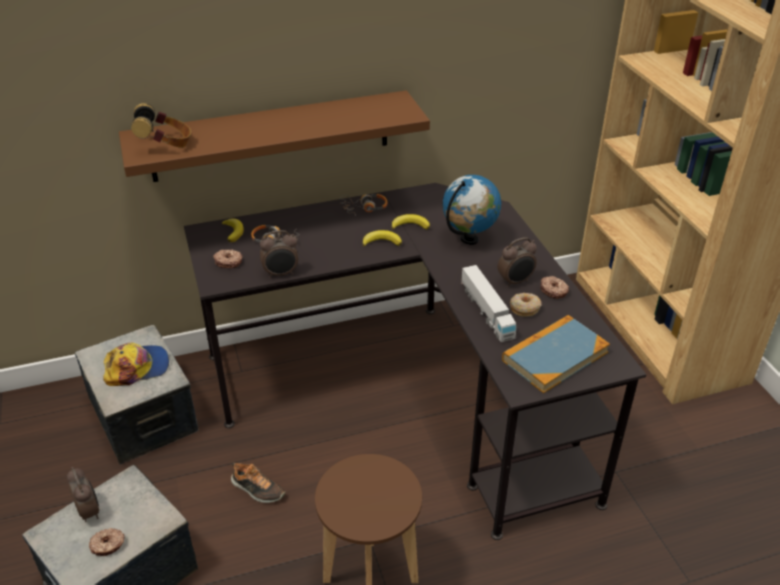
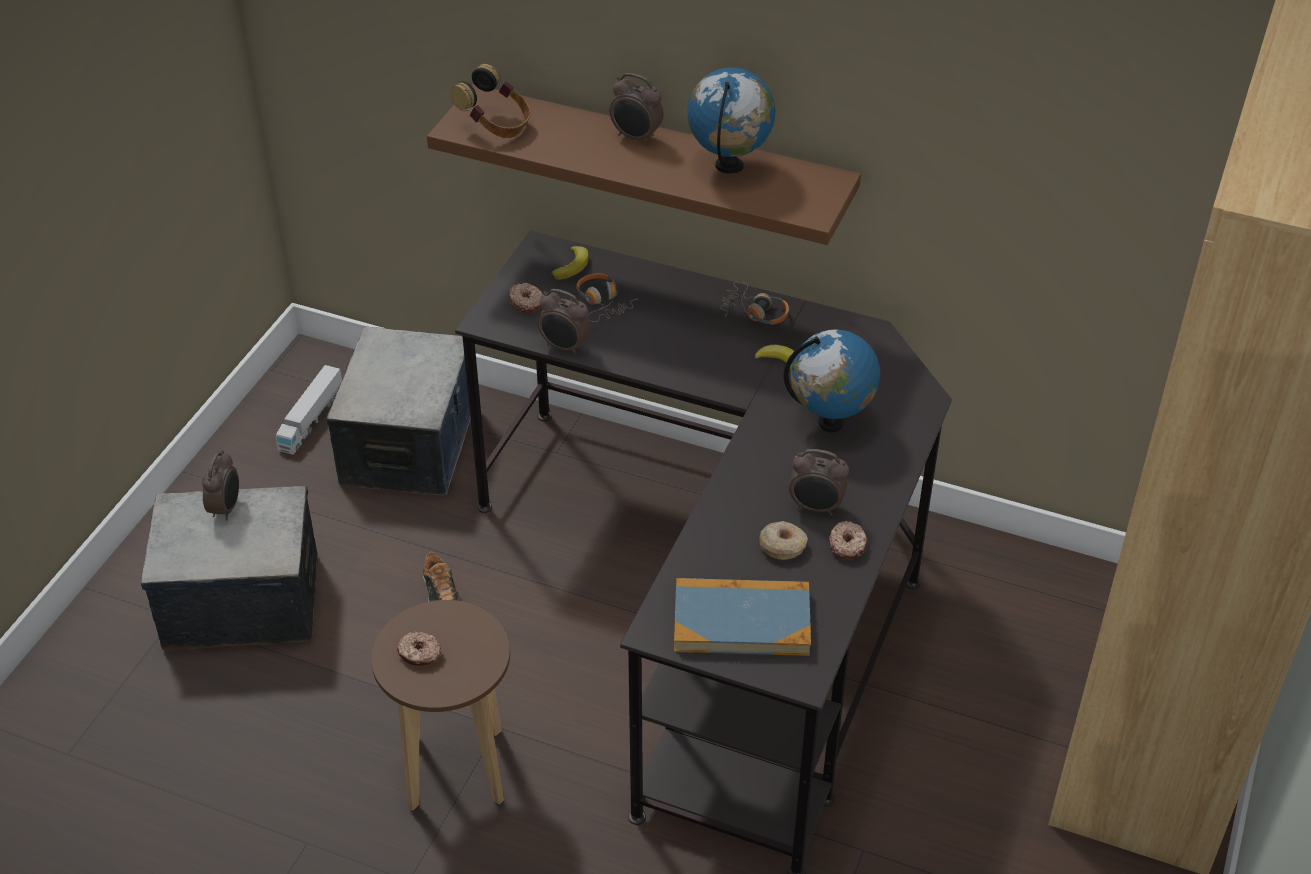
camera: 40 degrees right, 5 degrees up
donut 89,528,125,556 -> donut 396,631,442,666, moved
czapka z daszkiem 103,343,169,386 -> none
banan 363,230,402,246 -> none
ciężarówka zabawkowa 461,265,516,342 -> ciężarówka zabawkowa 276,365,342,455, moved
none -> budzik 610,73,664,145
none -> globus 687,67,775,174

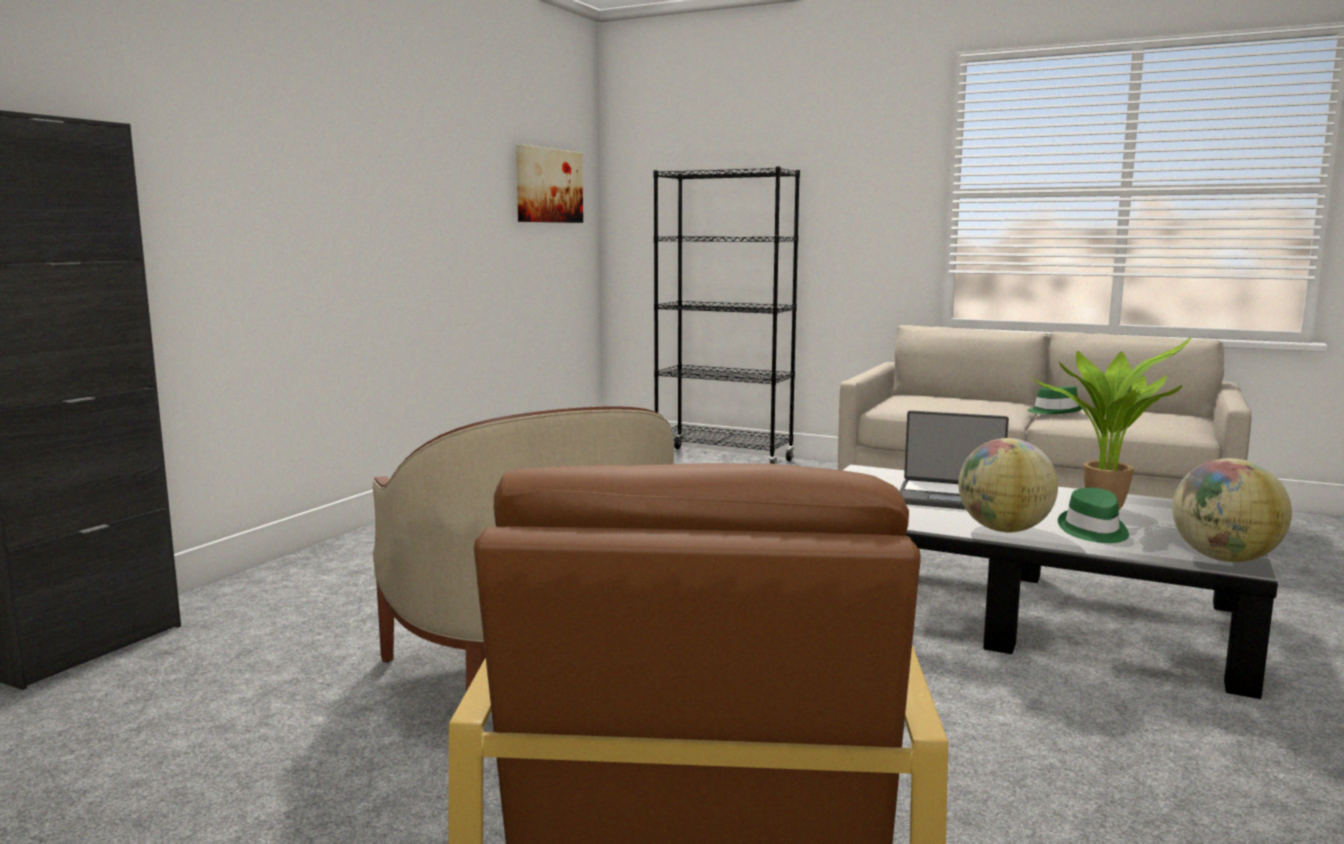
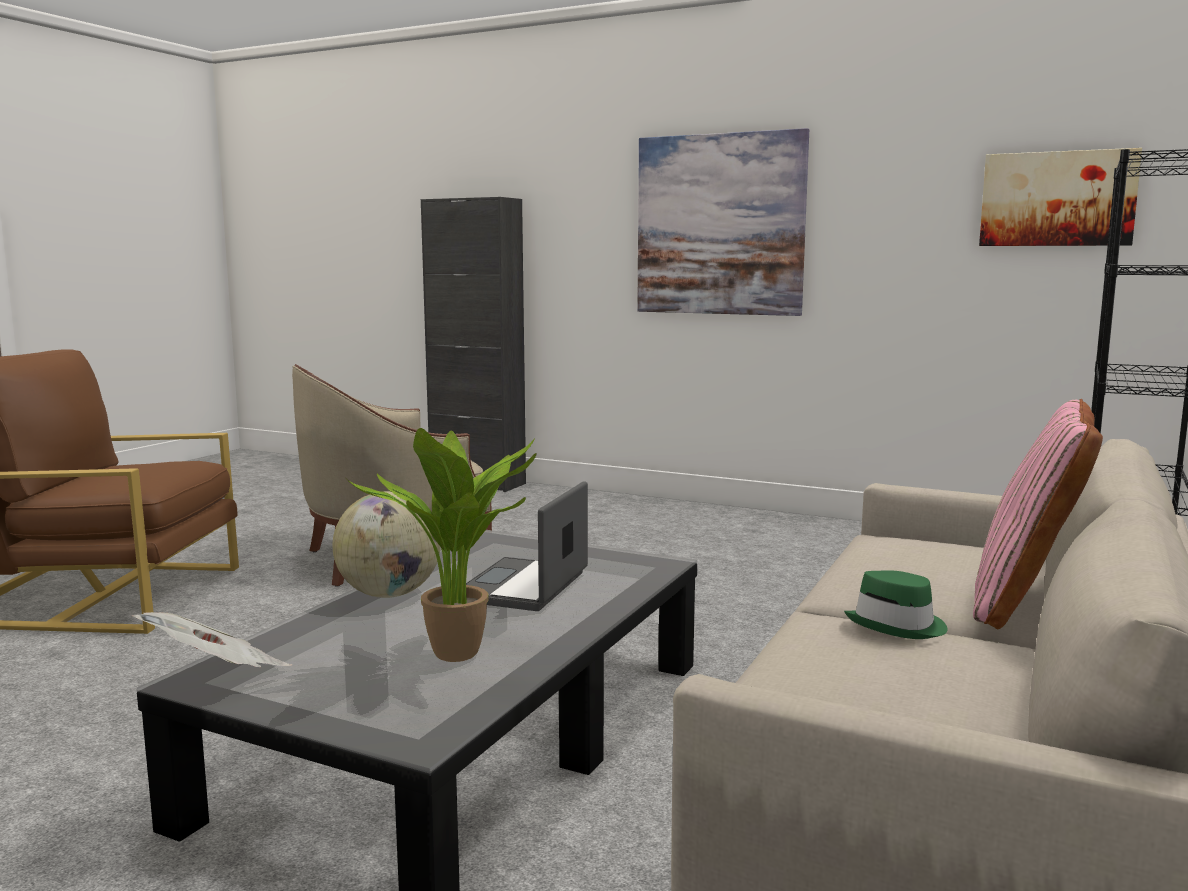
camera: 90 degrees right, 0 degrees up
kapelusz/zielony 1058,488,1129,543 -> none
globus 1172,458,1292,562 -> gazeta 131,612,292,667
none -> obraz 637,128,809,316
none -> poduszka/różowy 973,399,1103,629

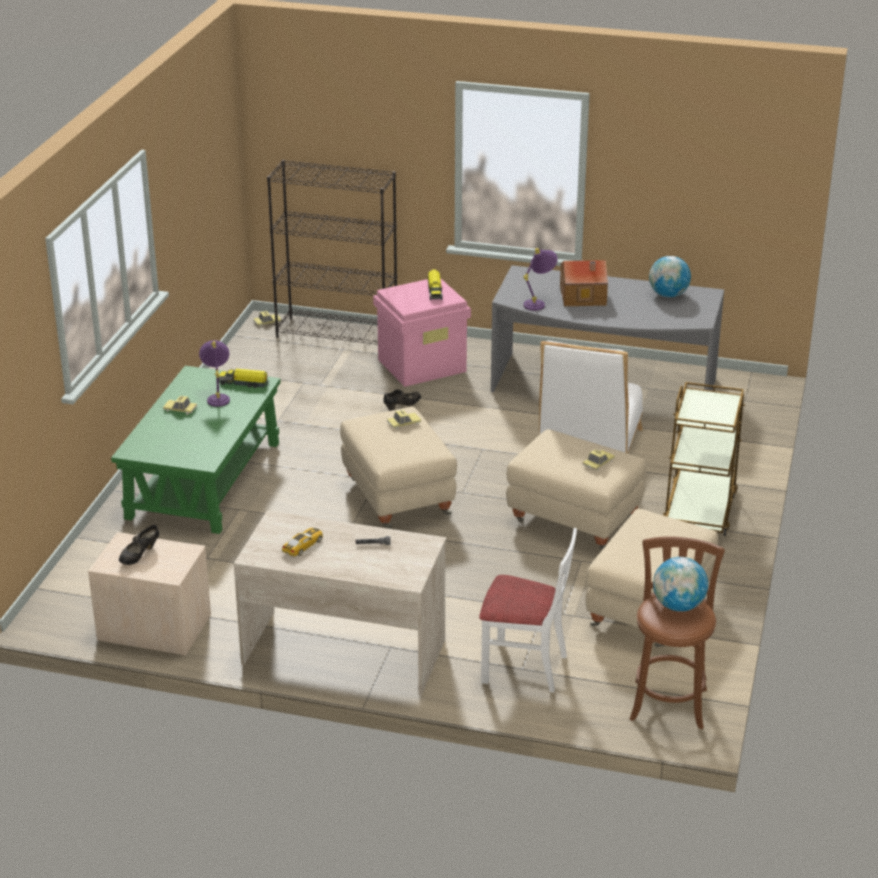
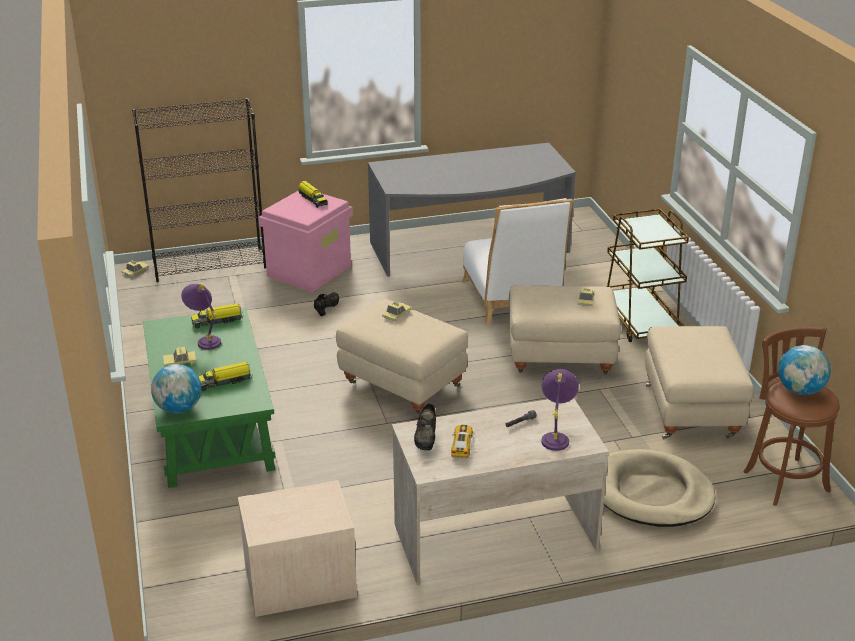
camera: 30 degrees left, 0 degrees up
but/czarny 119,525,159,565 -> but/czarny 414,403,436,451, moved
krzesło/biały 479,528,577,693 -> legowisko/beżowy 604,449,715,527
lampa stołowa/fioletowy 523,248,558,311 -> lampa stołowa/fioletowy 541,369,579,451, moved
domek 560,260,608,306 -> none
globus 649,256,691,297 -> globus 151,364,202,413, moved
none -> ciężarówka zabawkowa 198,362,252,391

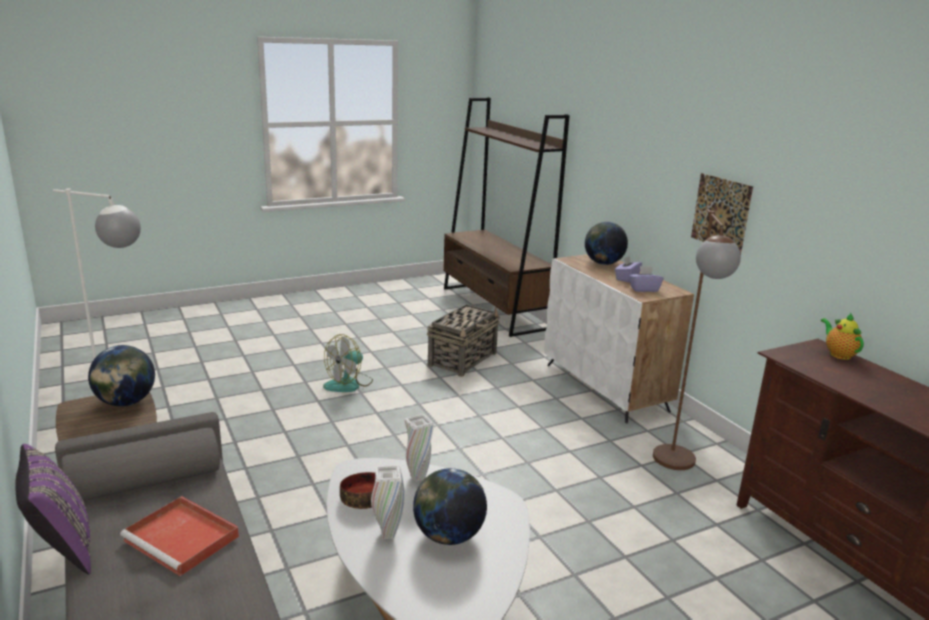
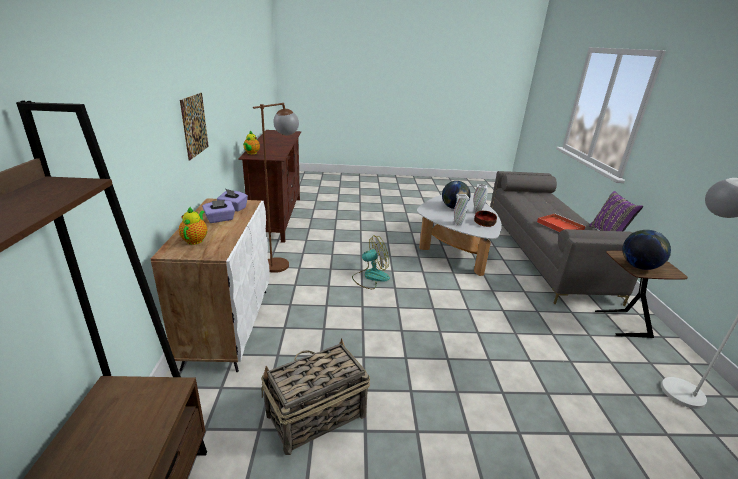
camera: 155 degrees left, 5 degrees up
wentylator 323,334,373,392 -> wentylator 352,235,390,289, moved
globus 585,222,628,265 -> imbryk 179,207,207,245

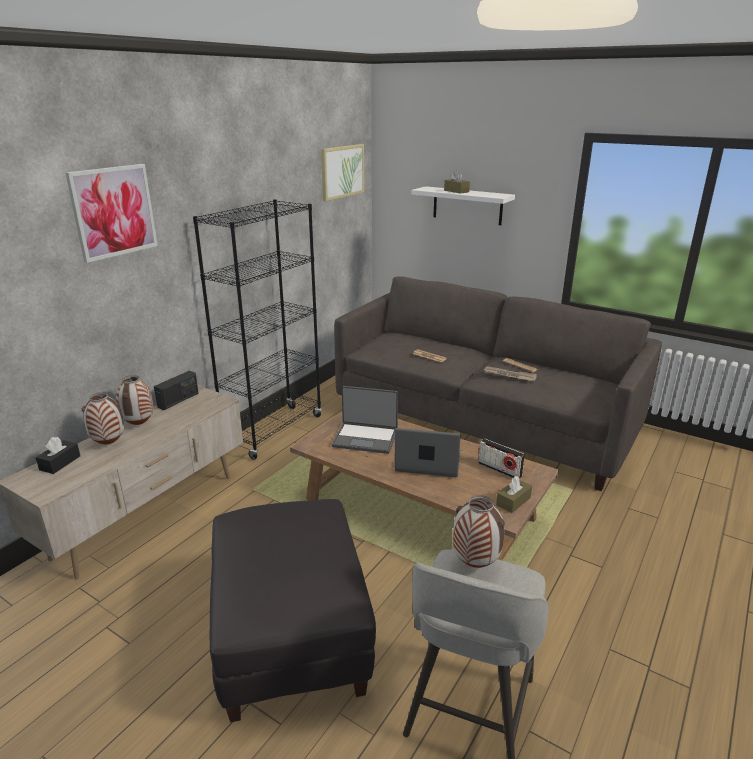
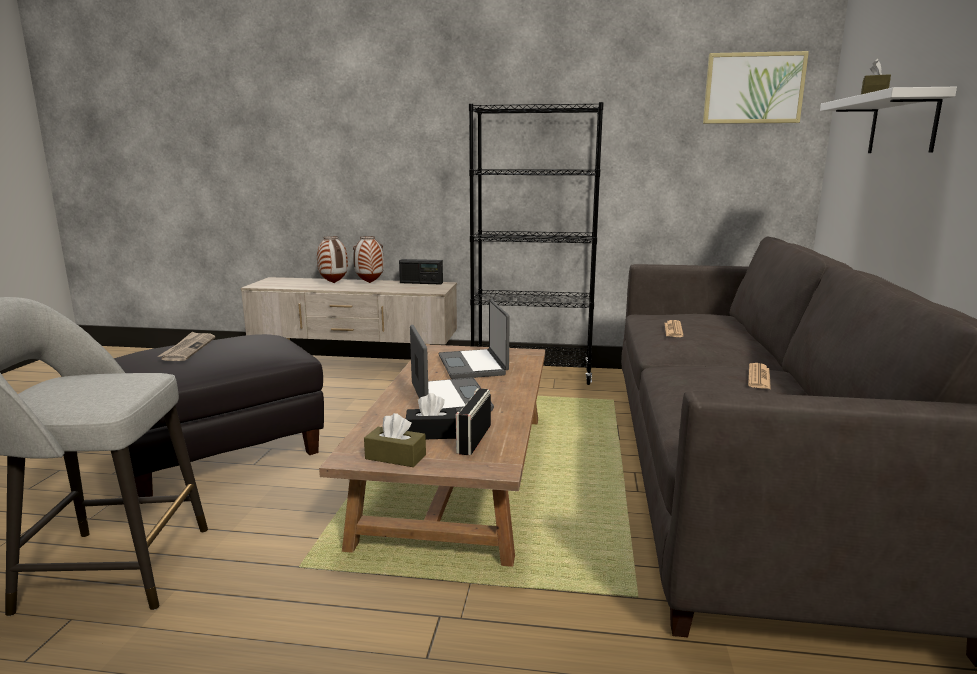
camera: 65 degrees right, 10 degrees down
pudełko chusteczek/czarny 36,437,80,474 -> pudełko chusteczek/czarny 406,393,457,439, moved
obraz 66,164,158,263 -> none
wazon 453,495,505,568 -> none
gazeta 484,366,537,381 -> gazeta 158,331,215,361, moved

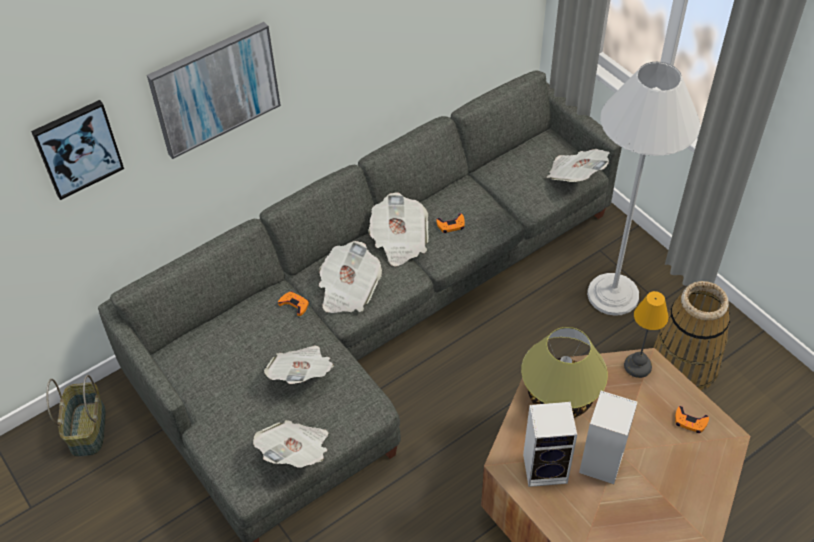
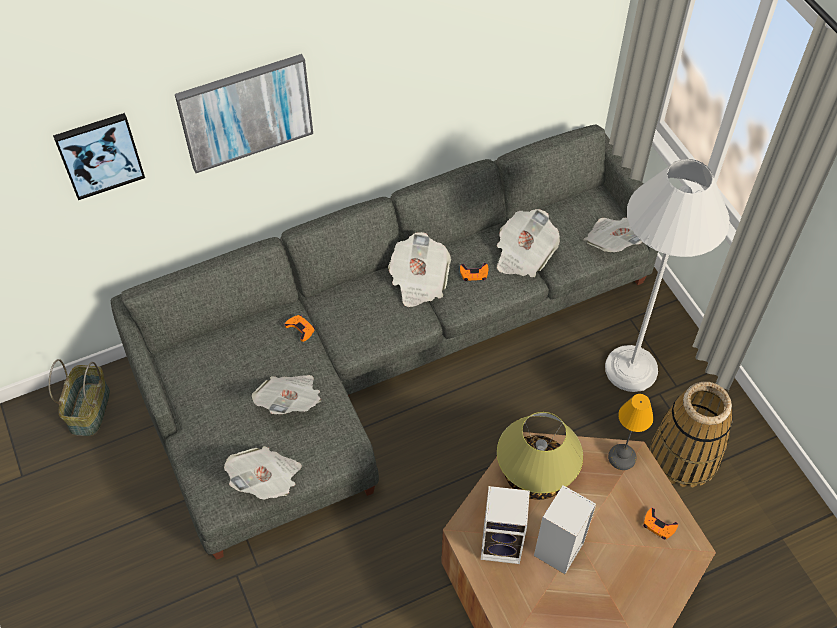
camera: 10 degrees right, 5 degrees up
gazeta 319,241,382,313 -> gazeta 497,209,560,277, moved

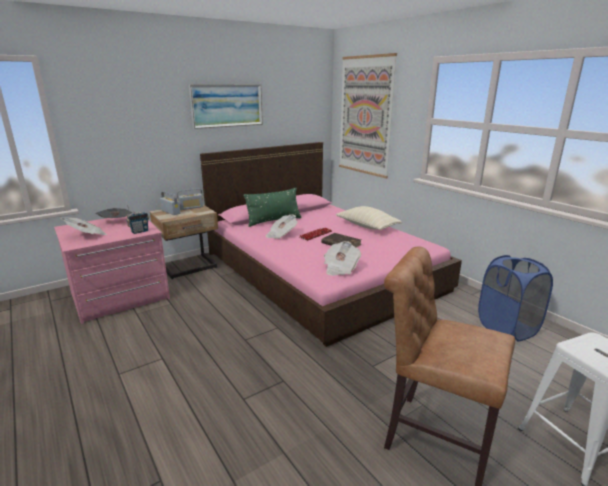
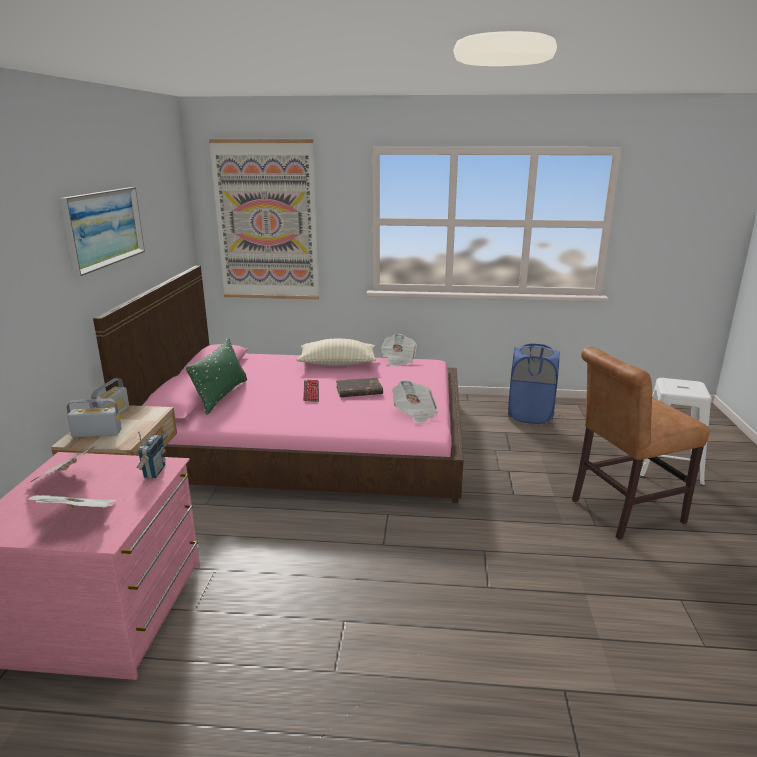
camera: 50 degrees left, 0 degrees up
gazeta 265,215,297,239 -> gazeta 380,334,417,367, moved

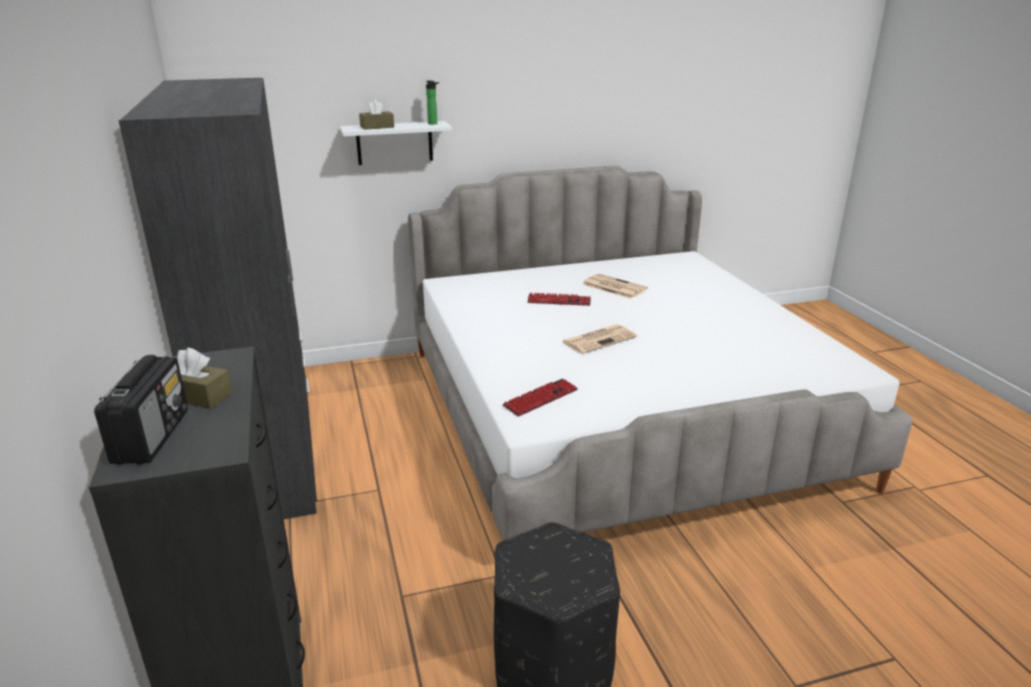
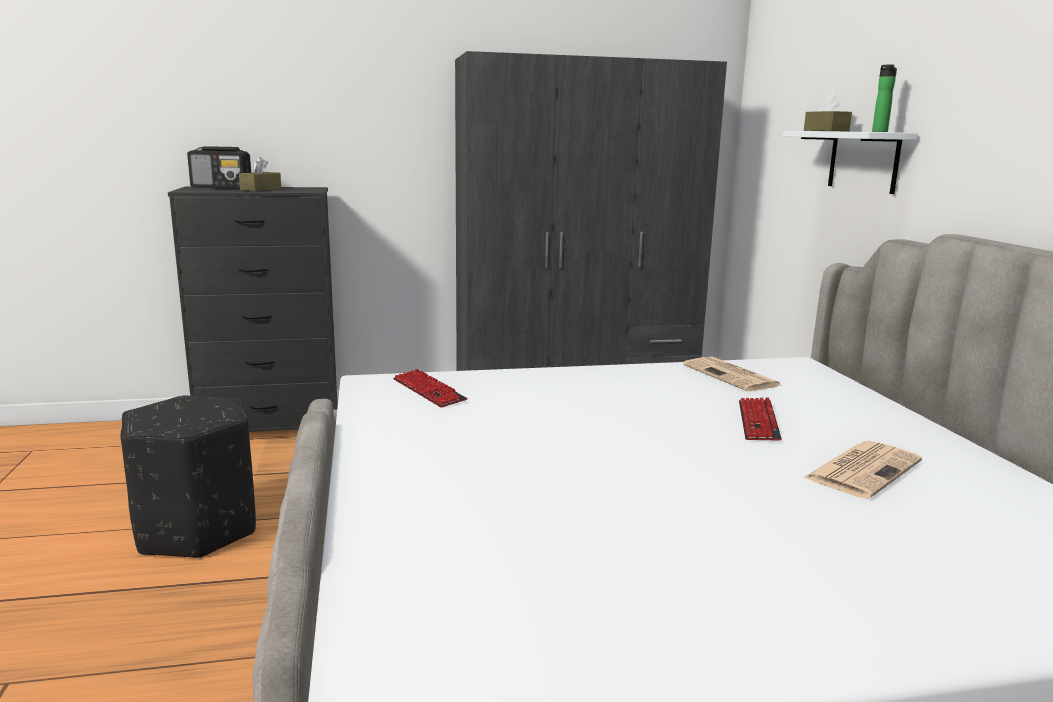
camera: 95 degrees right, 10 degrees down
gazeta 562,324,637,354 -> gazeta 683,357,783,391, moved

